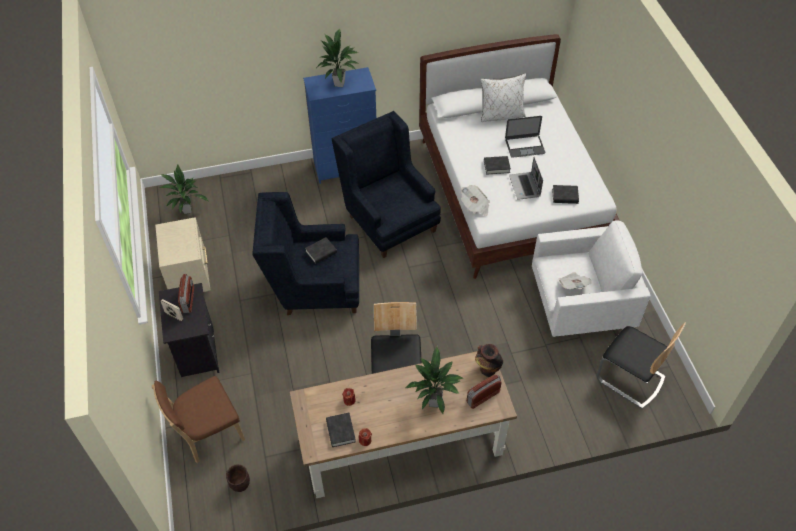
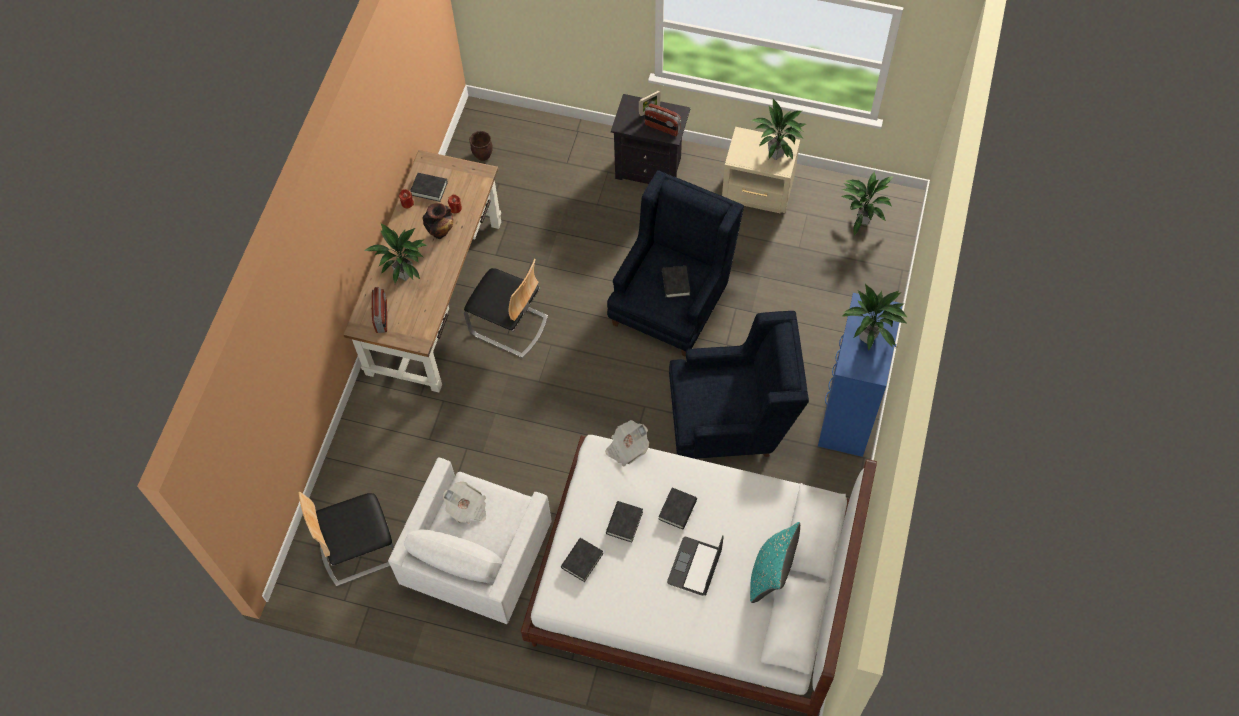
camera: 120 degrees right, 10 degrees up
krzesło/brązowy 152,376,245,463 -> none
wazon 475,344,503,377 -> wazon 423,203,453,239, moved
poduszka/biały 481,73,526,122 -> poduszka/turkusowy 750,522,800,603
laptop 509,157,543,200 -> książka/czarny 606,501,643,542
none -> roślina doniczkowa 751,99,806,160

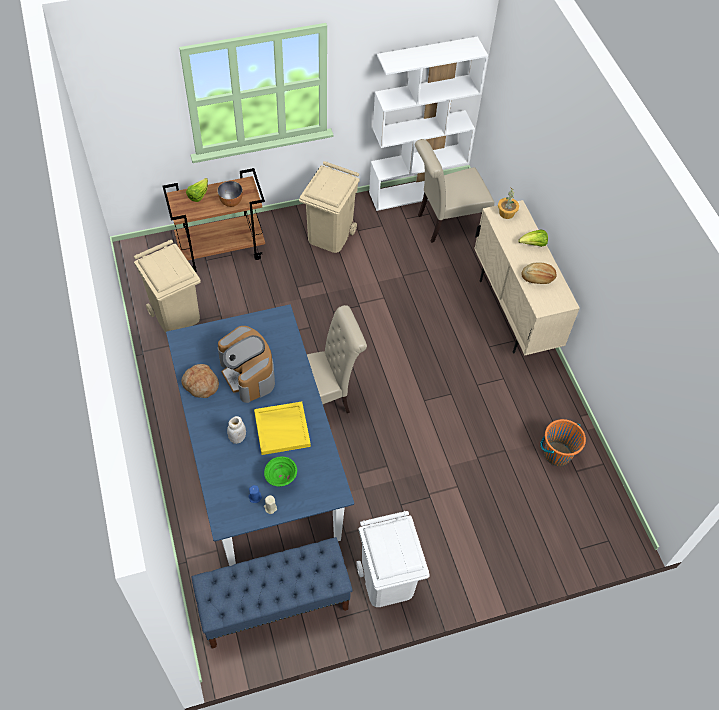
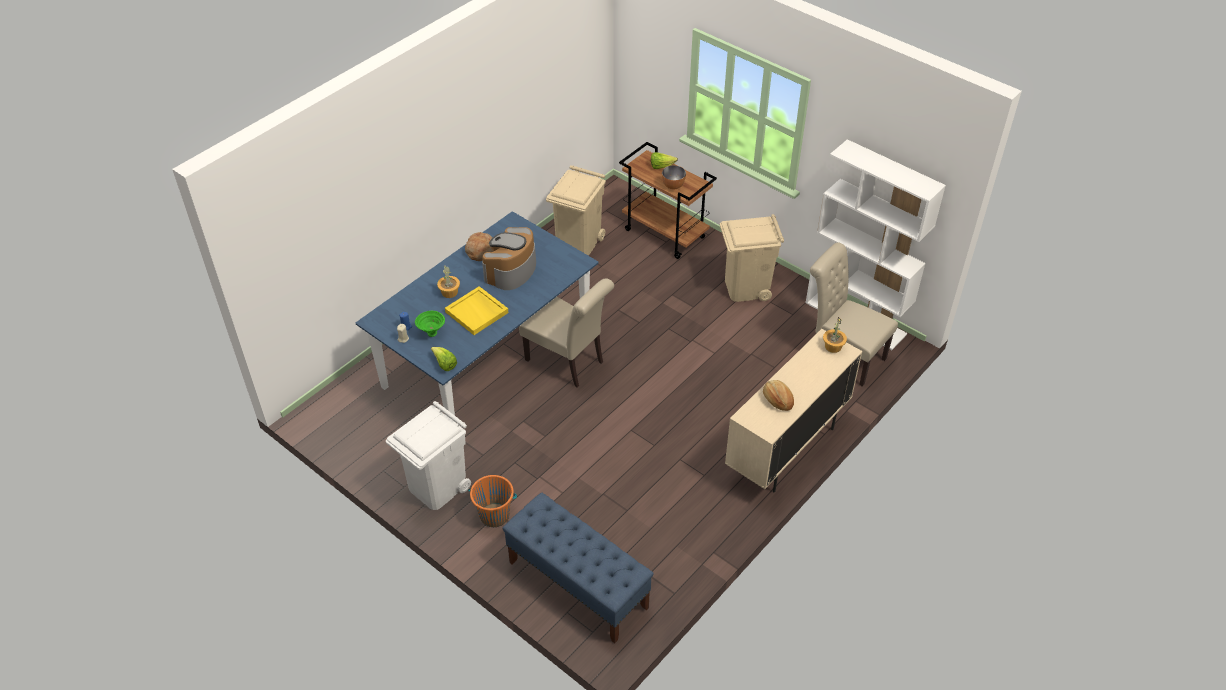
camera: 60 degrees right, 10 degrees down
ławka/niebieski 191,537,353,649 -> ławka/niebieski 503,492,654,643, moved
słoik/biały 227,416,246,444 -> roślina doniczkowa 437,266,460,298
sałata 518,230,548,247 -> sałata 431,347,457,371, moved
wiadro/pomarańczowy 540,419,586,466 -> wiadro/pomarańczowy 468,475,517,527, moved

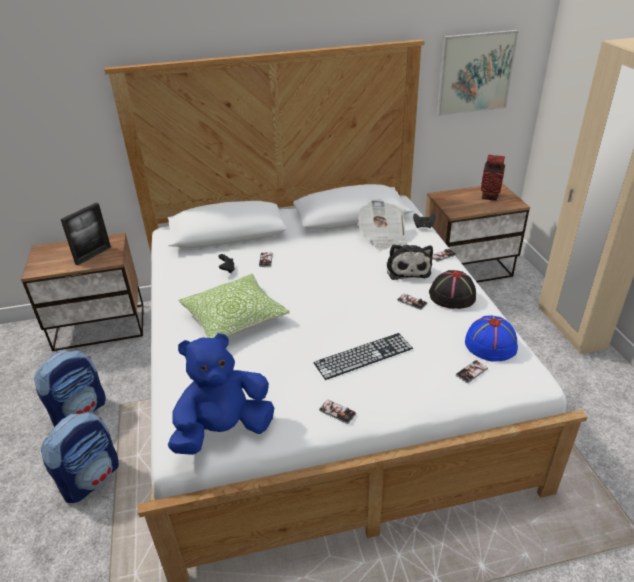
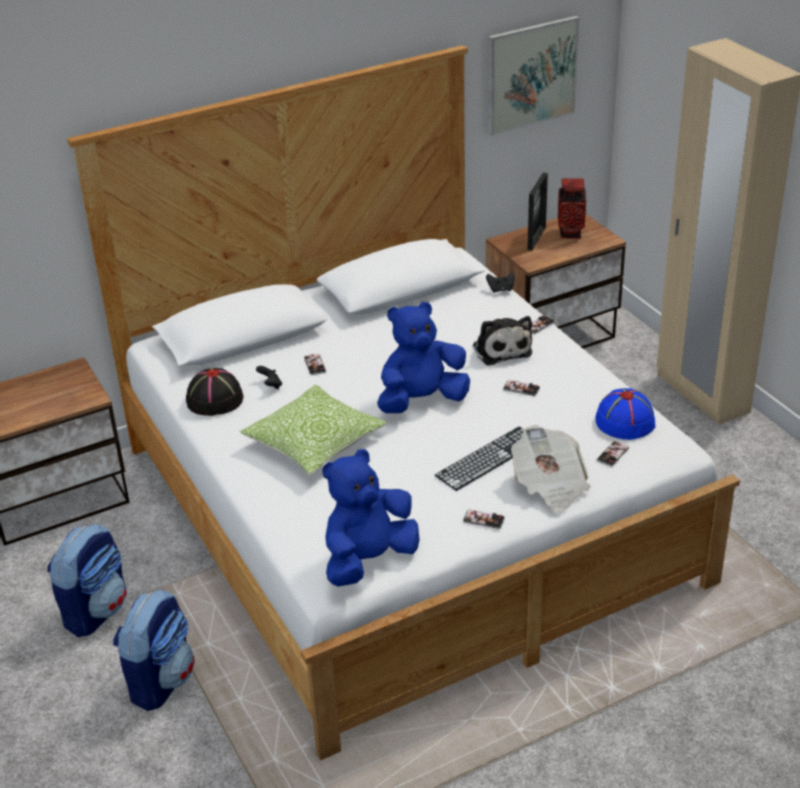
camera: 15 degrees left, 0 degrees up
ramka na zdjęcie 61,203,111,265 -> ramka na zdjęcie 528,172,548,251, moved
gazeta 358,199,405,250 -> gazeta 511,425,591,512, moved
kapelusz/czarny 429,270,476,309 -> kapelusz/czarny 186,368,243,416, moved
none -> pluszak/niebieski 377,302,470,413

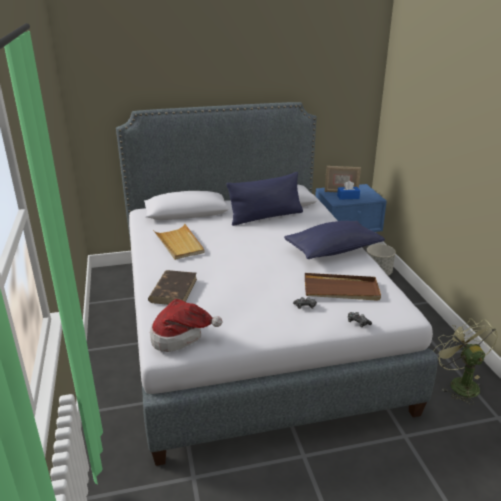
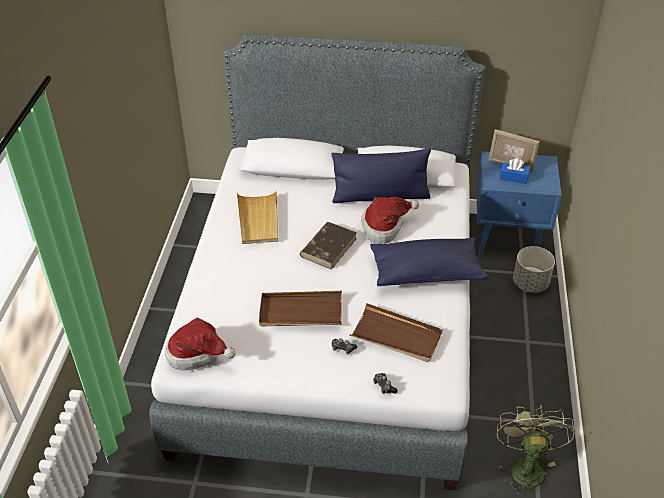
camera: 20 degrees right, 15 degrees up
książka/brązowy 148,270,197,305 -> książka/brązowy 300,222,357,270, moved
none -> taca/brązowy 259,291,342,326
none -> kapelusz 361,197,419,244

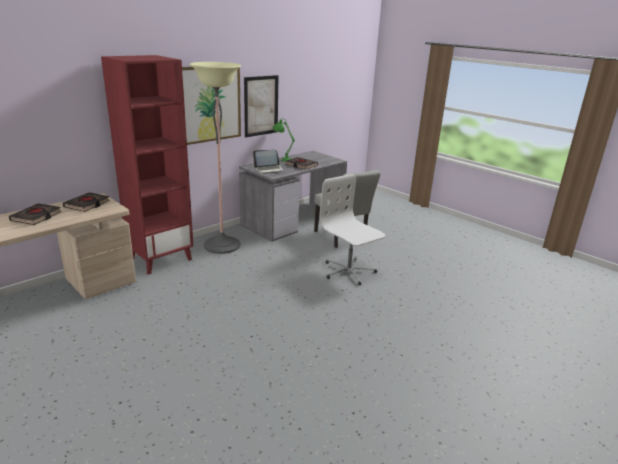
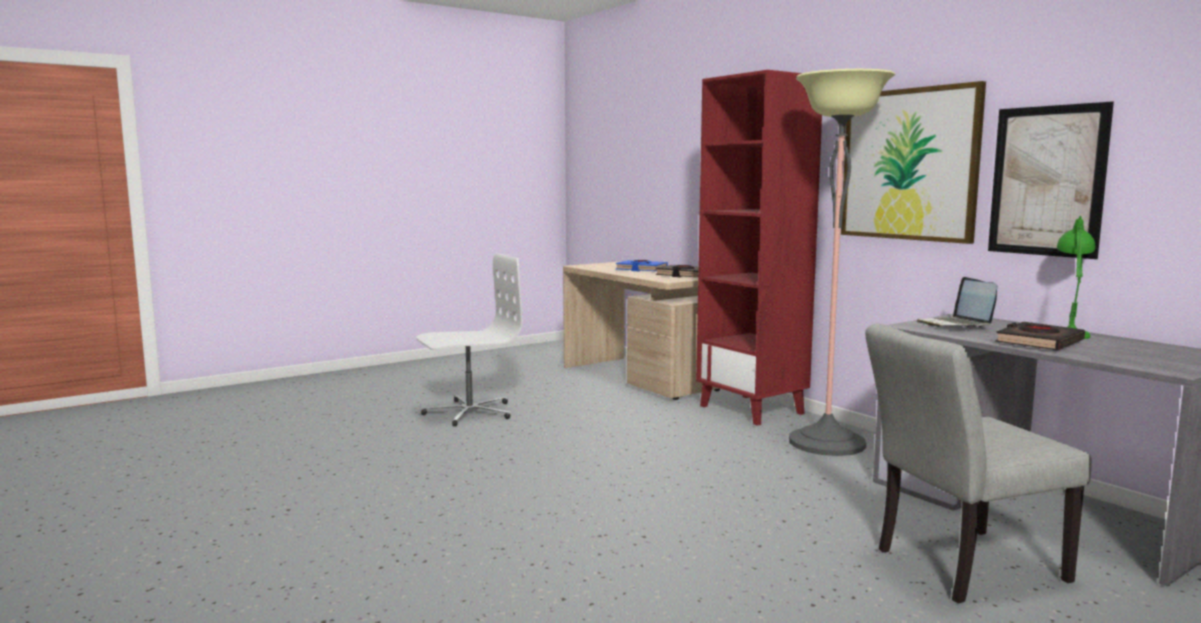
camera: 100 degrees right, 15 degrees down
książka/czarny 9,204,62,225 -> książka/niebieski 616,260,668,272
krzesło biurowe/biały 320,174,385,285 -> krzesło biurowe/biały 416,253,522,427, moved

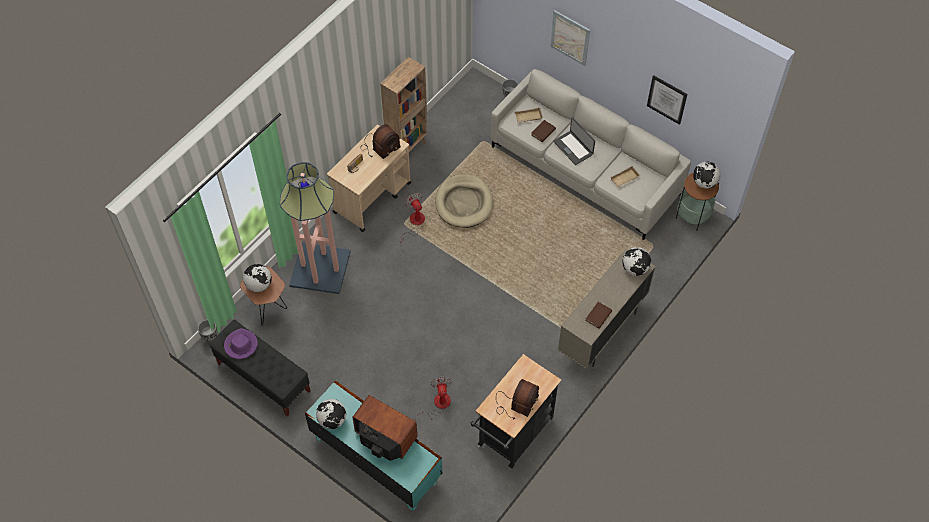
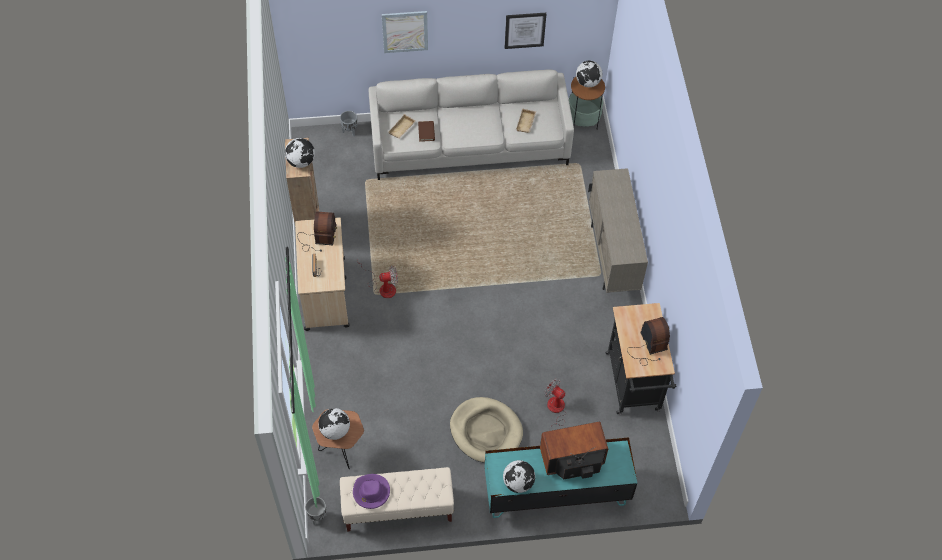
camera: 45 degrees left, 0 degrees up
ławka/czarny 210,320,311,416 -> ławka/beżowy 340,467,454,532
lampa stojąca 280,162,351,294 -> none
wentylator 400,193,425,242 -> wentylator 358,263,398,298, 150 degrees clockwise
legowisko/beżowy 435,174,493,228 -> legowisko/beżowy 450,397,523,463, moved
laptop 553,117,595,165 -> none
książka/brązowy 585,302,612,329 -> none
globus 622,247,651,276 -> globus 285,138,315,168, moved

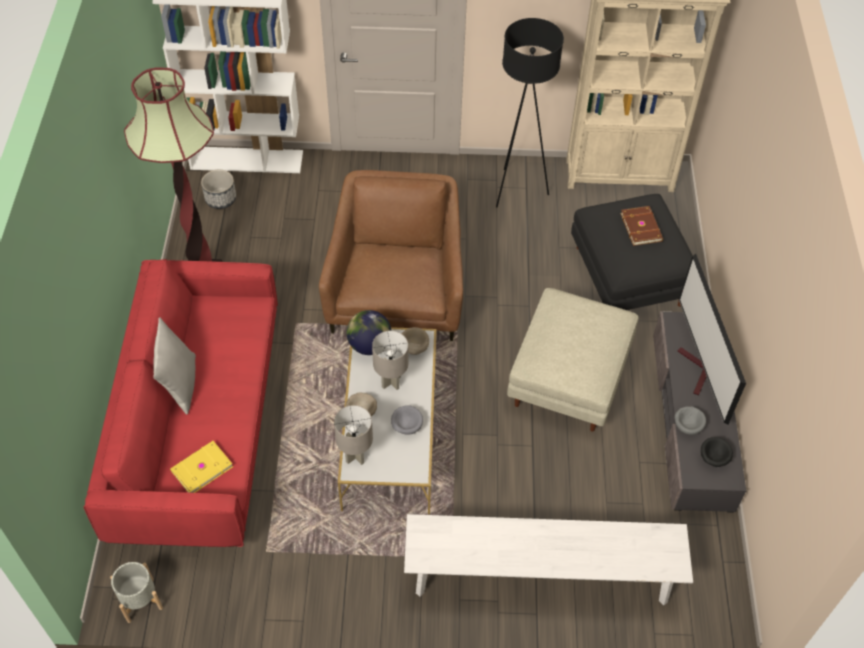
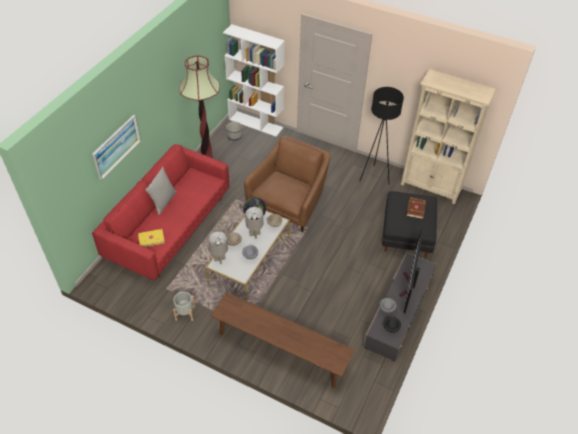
camera: 25 degrees right, 5 degrees down
donica/szary 110,562,163,623 -> donica/szary 173,292,195,321, moved
ławka/biały 404,514,693,605 -> ławka/brązowy 210,292,355,388
pufa/beżowy 507,288,639,432 -> none
none -> obraz 92,115,141,180

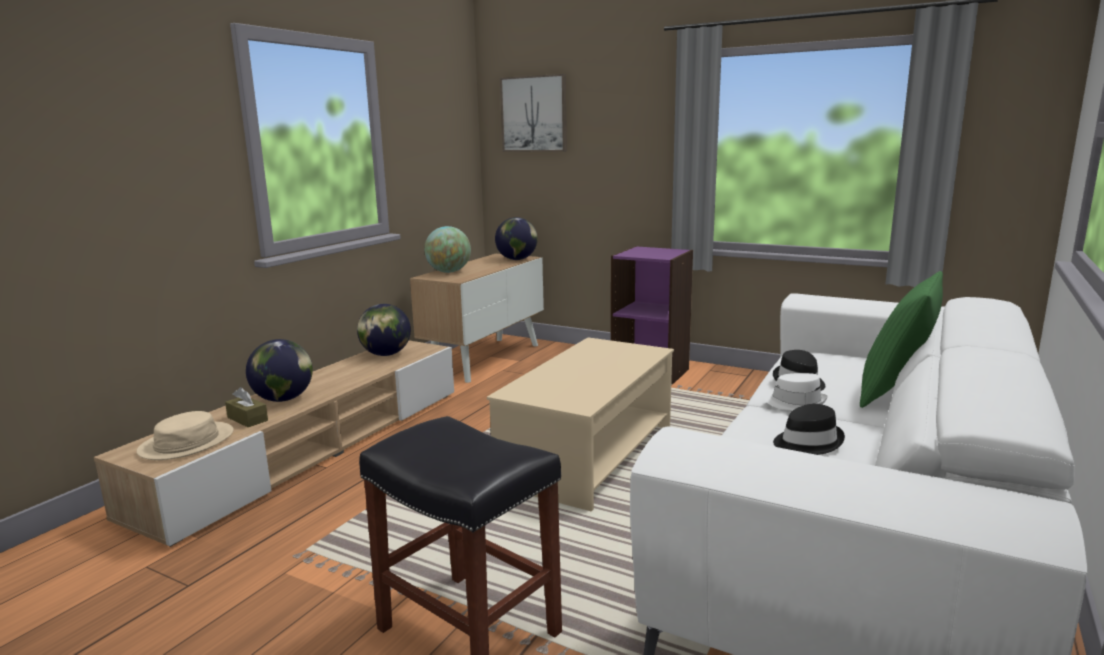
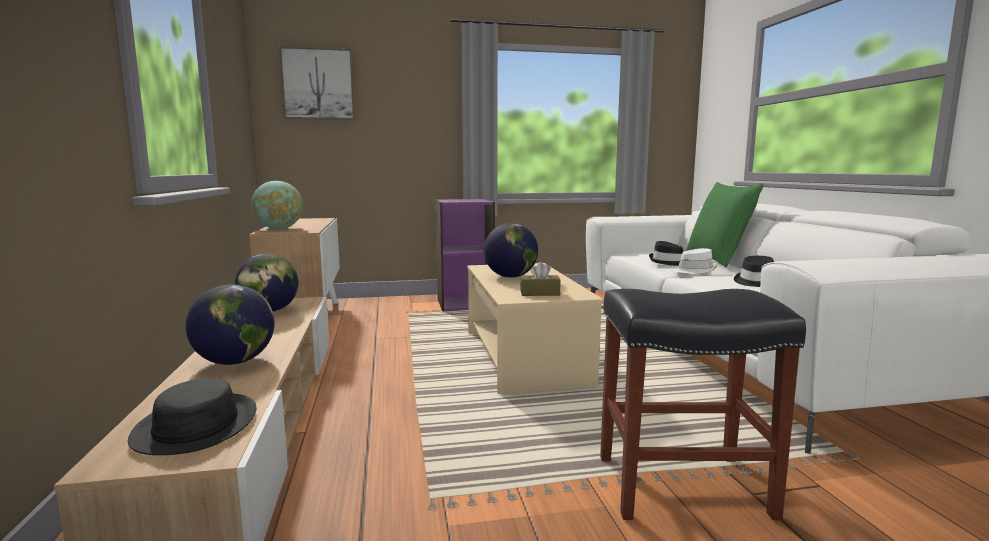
camera: 40 degrees left, 5 degrees down
kapelusz/beżowy 136,411,234,460 -> kapelusz/czarny 128,378,257,455
pudełko chusteczek/brązowy 225,387,268,427 -> pudełko chusteczek/brązowy 520,262,561,296, moved
globus 495,217,538,260 -> globus 484,223,538,278, moved

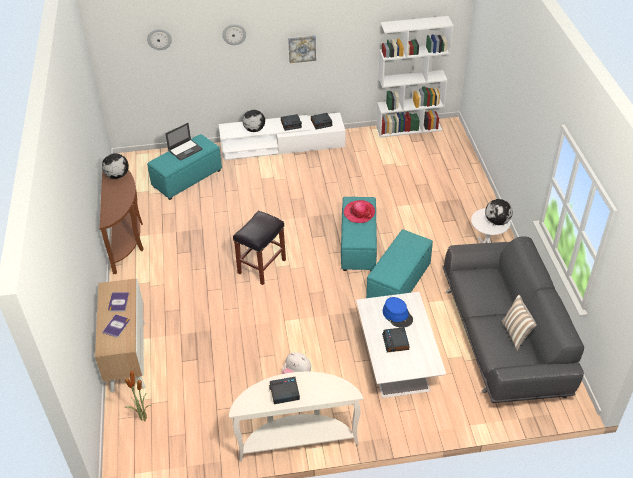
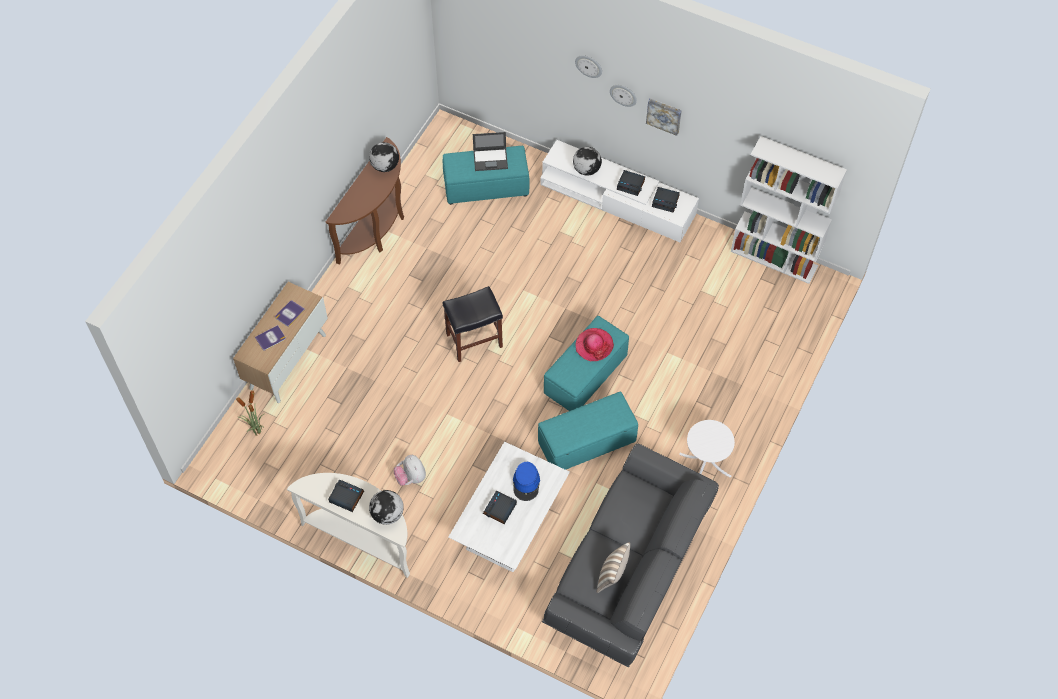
camera: 35 degrees right, 15 degrees up
zegar ścienny 147,29,172,50 -> zegar ścienny 610,85,637,107, moved
globus 485,199,513,225 -> globus 369,490,404,525, moved

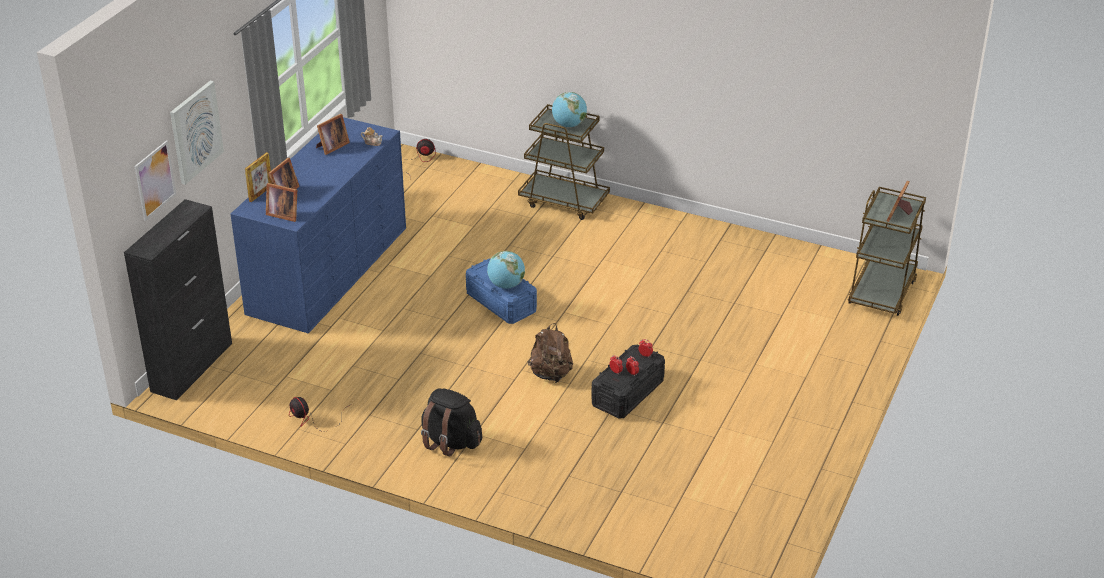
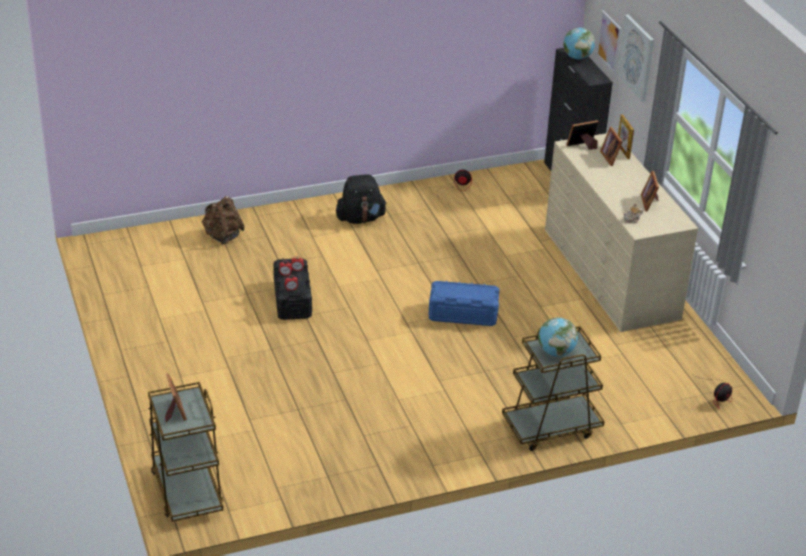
camera: 135 degrees right, 0 degrees up
komoda/niebieski 230,117,406,334 -> komoda/beżowy 545,133,698,332
globus 487,251,525,289 -> globus 563,27,595,59, moved
plecak/brązowy 527,323,573,383 -> plecak/brązowy 202,196,245,244, moved

